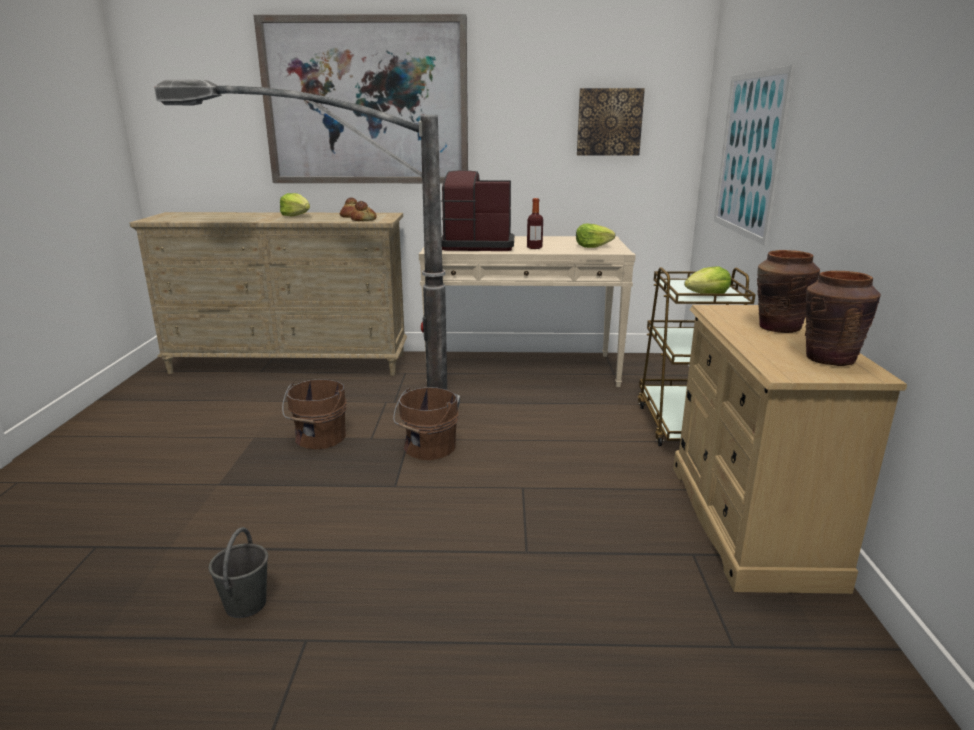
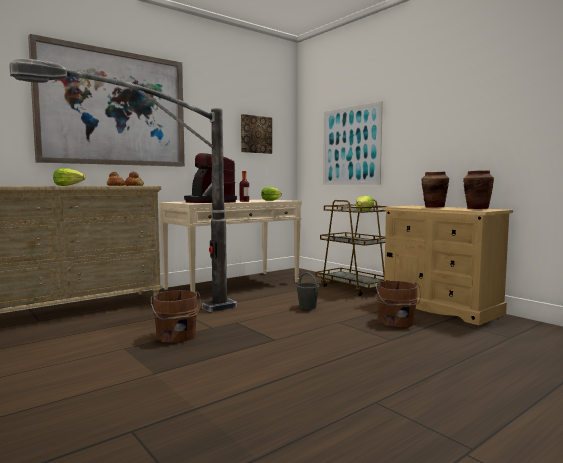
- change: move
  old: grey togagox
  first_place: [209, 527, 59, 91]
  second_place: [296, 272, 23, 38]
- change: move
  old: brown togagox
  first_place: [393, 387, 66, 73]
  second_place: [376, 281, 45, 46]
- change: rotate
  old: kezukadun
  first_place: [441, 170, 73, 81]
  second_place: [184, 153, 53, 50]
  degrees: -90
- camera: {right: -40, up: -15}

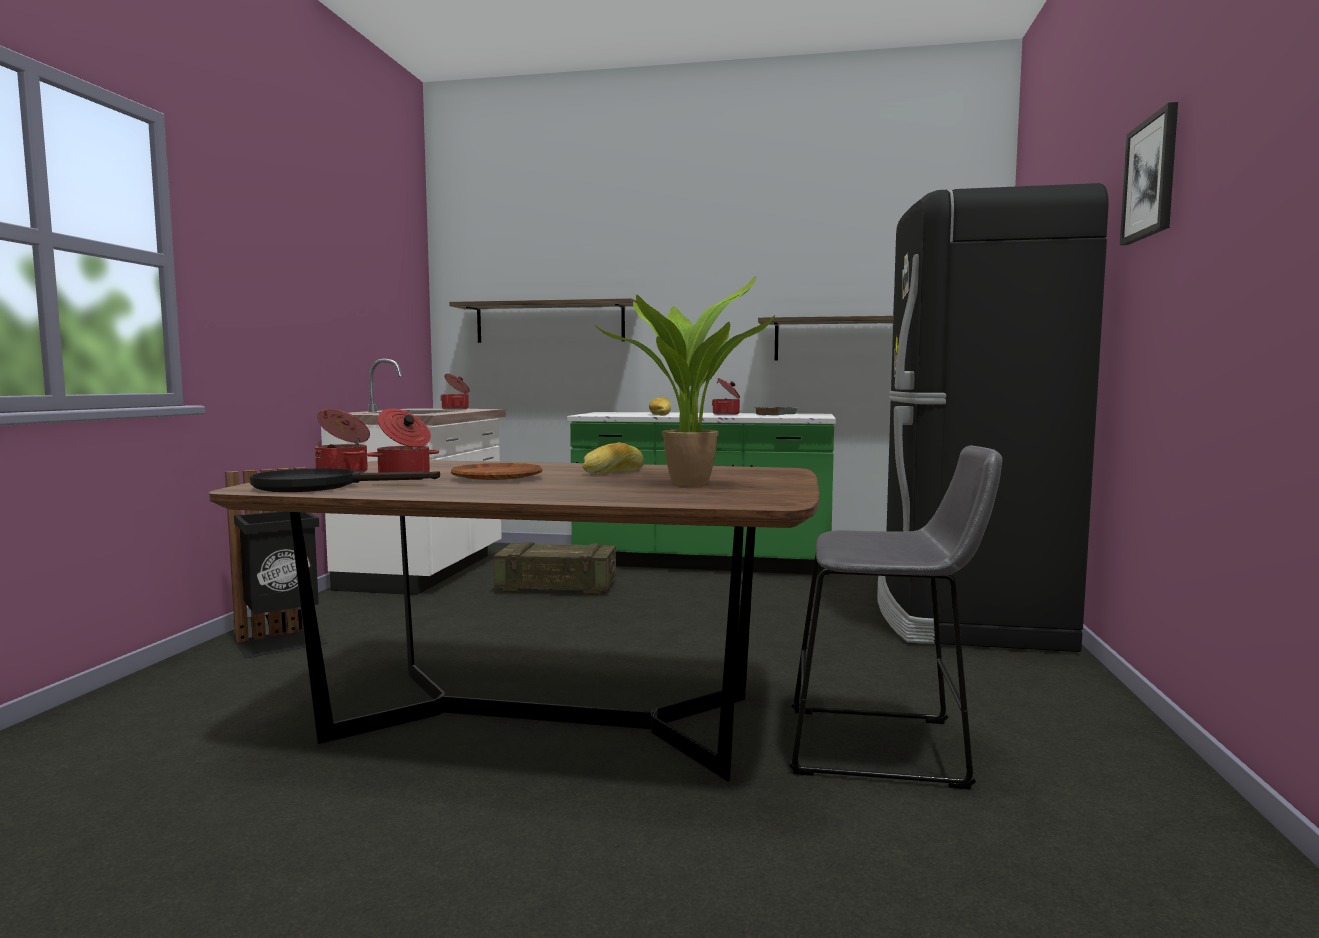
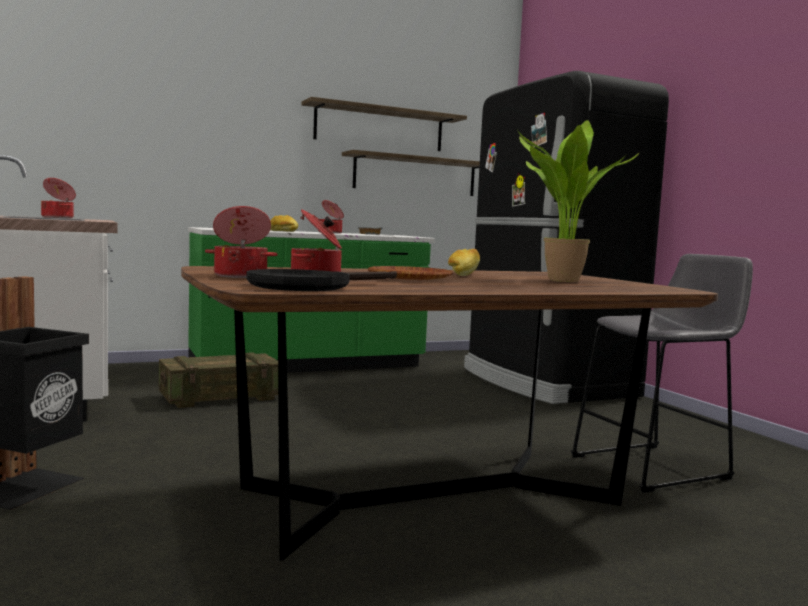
- change: delete
  old: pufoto
  first_place: [1120, 102, 58, 143]
- change: move
  old: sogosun
  first_place: [449, 298, 188, 45]
  second_place: [301, 97, 166, 54]
- camera: {right: -35, up: 0}

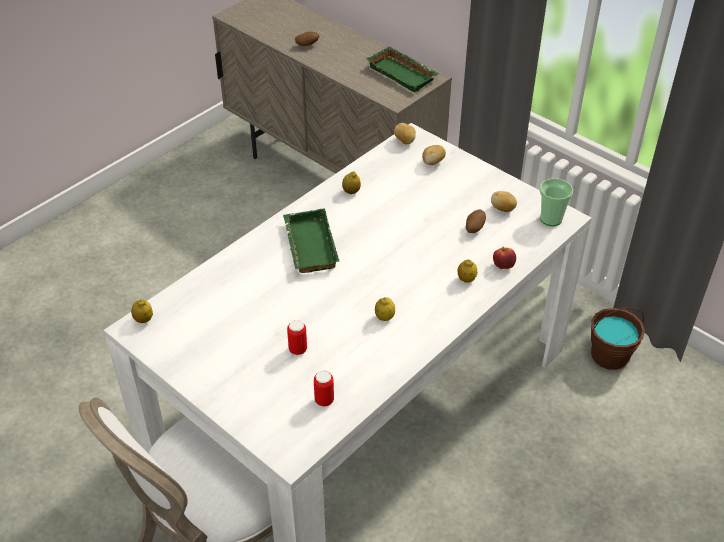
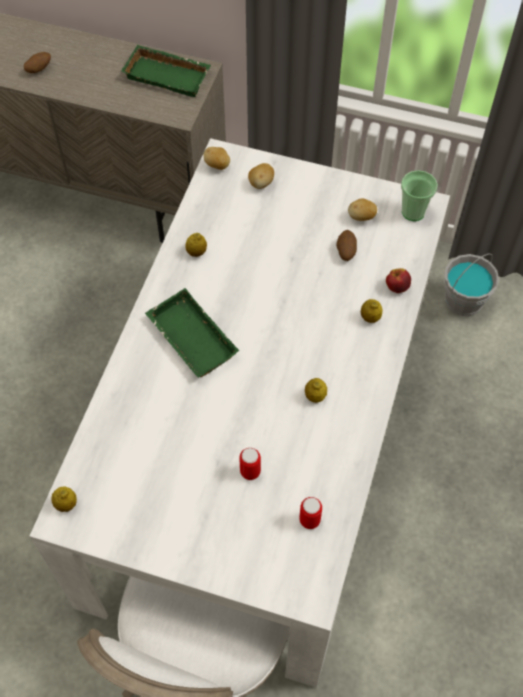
- change: recolor
  old: brown togagox
  new: grey togagox
  first_place: [591, 308, 54, 62]
  second_place: [444, 253, 55, 63]
- camera: {right: -25, up: 15}

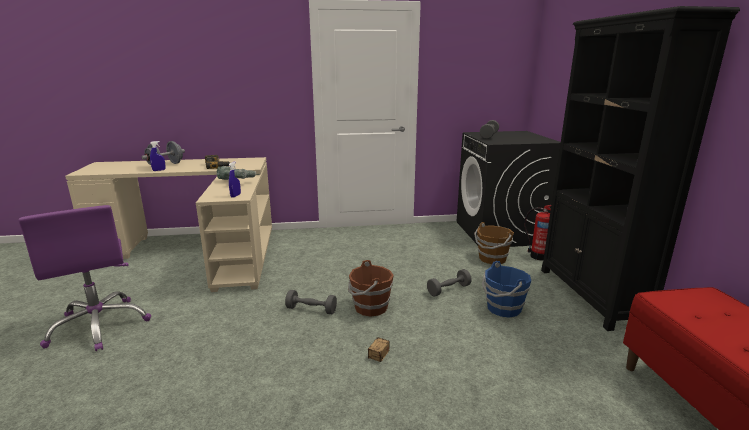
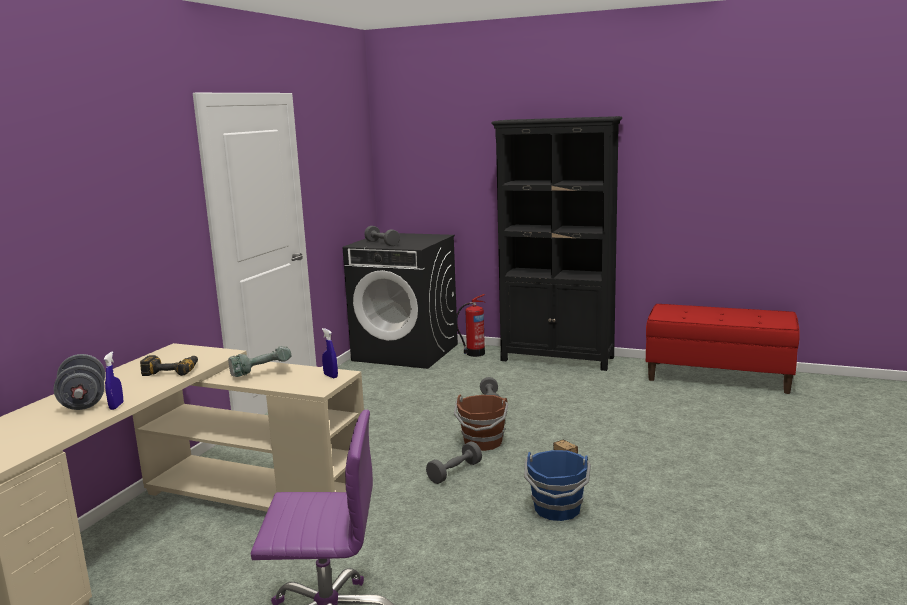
- change: delete
  old: brown togagox
  first_place: [474, 222, 40, 42]
- change: move
  old: blue togagox
  first_place: [482, 261, 49, 57]
  second_place: [524, 450, 67, 71]
- camera: {right: -60, up: -5}

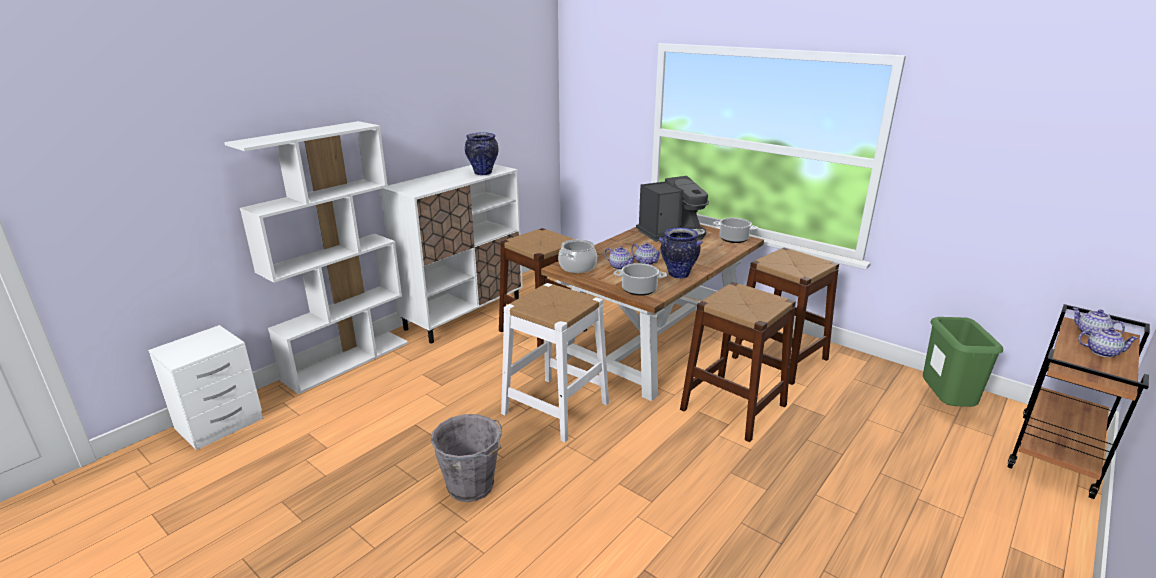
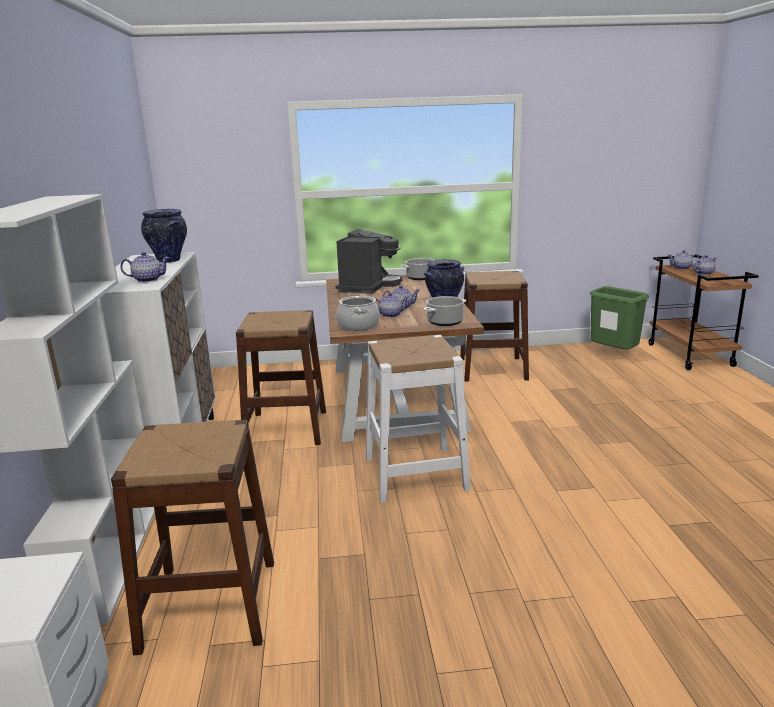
- change: delete
  old: grey togagox
  first_place: [431, 414, 71, 88]
- change: insert
  new: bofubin
  second_place: [120, 252, 49, 30]
- change: move
  old: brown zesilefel
  first_place: [680, 282, 116, 160]
  second_place: [111, 420, 163, 235]
- camera: {right: -45, up: -5}

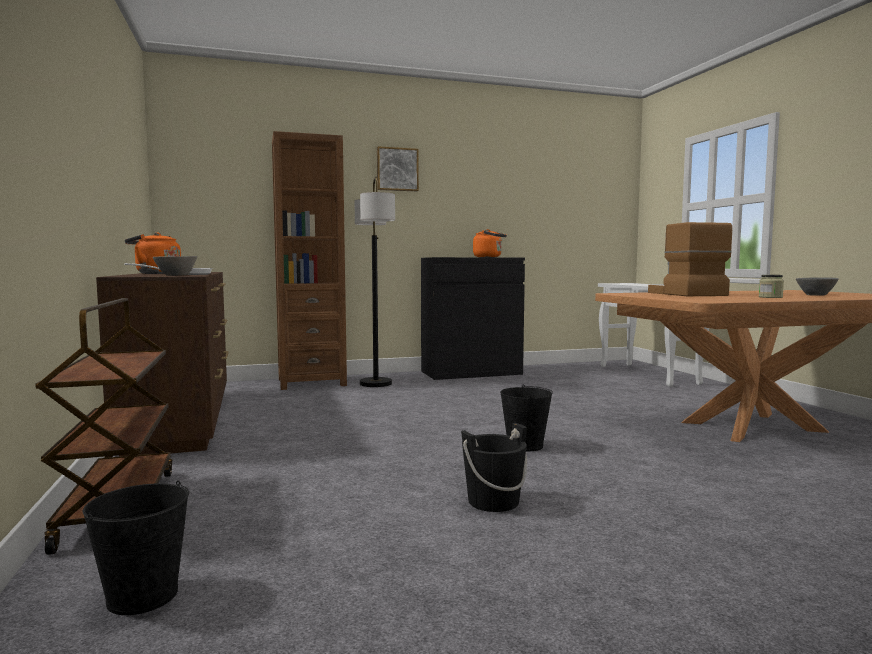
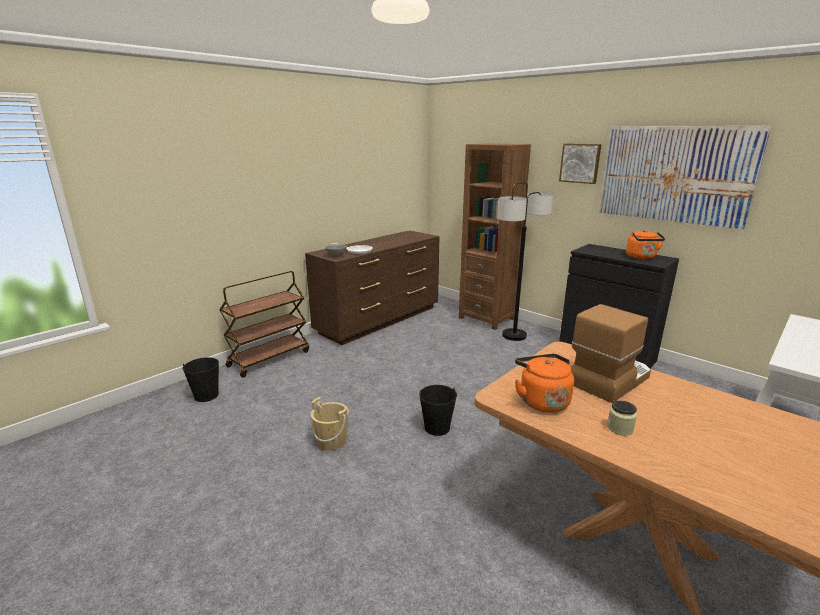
- change: delete
  old: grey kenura
  first_place: [796, 277, 43, 19]
- change: insert
  new: pufoto
  second_place: [599, 126, 173, 104]
- change: move
  old: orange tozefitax
  first_place: [125, 233, 56, 41]
  second_place: [515, 354, 59, 59]
- change: recolor
  old: black togagox
  new: beige togagox
  first_place: [461, 423, 66, 89]
  second_place: [311, 397, 38, 54]
- camera: {right: 60, up: 15}

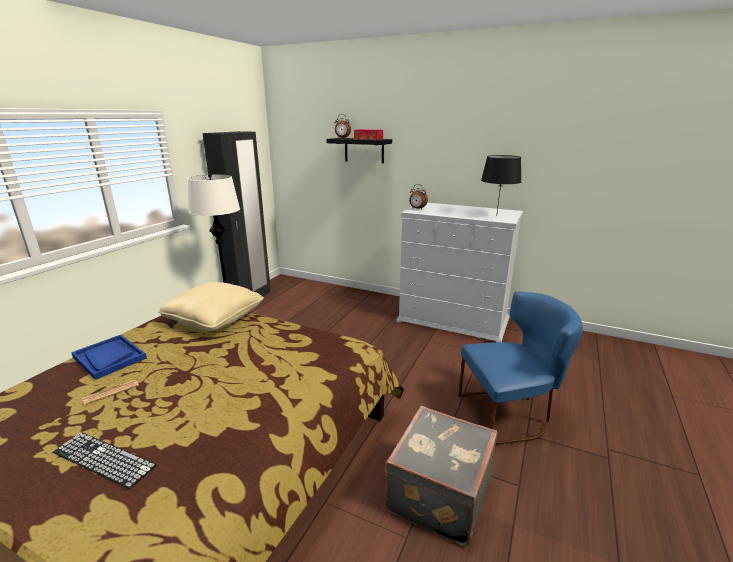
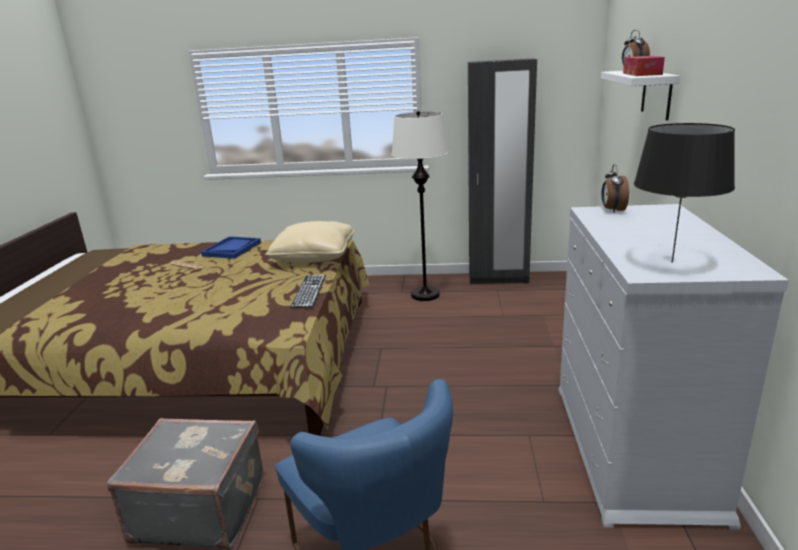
- change: move
  old: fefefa
  first_place: [53, 432, 104, 57]
  second_place: [291, 275, 35, 33]
- change: recolor
  old: black sogosun
  new: white sogosun
  first_place: [326, 138, 66, 25]
  second_place: [601, 71, 79, 49]
- camera: {right: 70, up: 0}

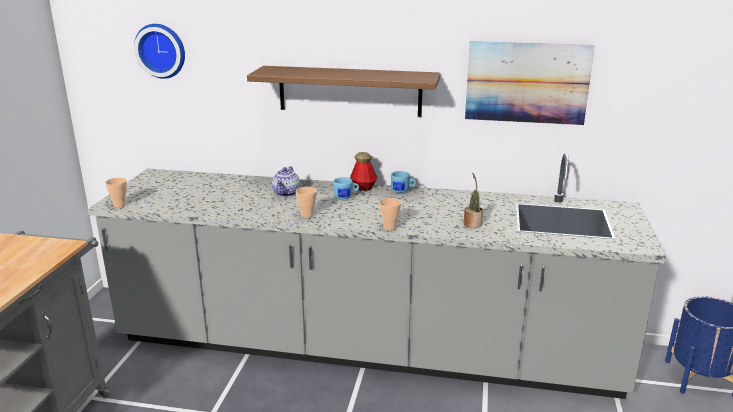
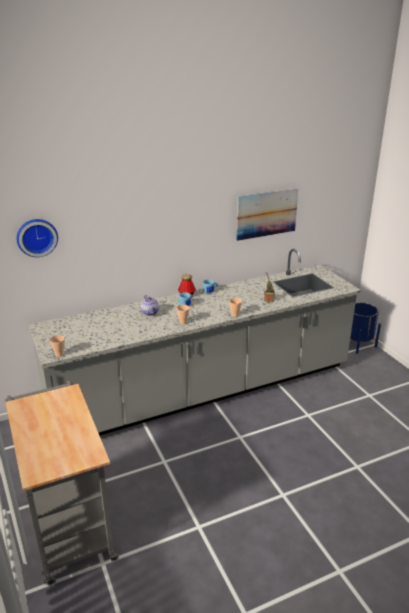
- change: delete
  old: sogosun
  first_place: [247, 66, 193, 51]
- camera: {right: -35, up: 5}

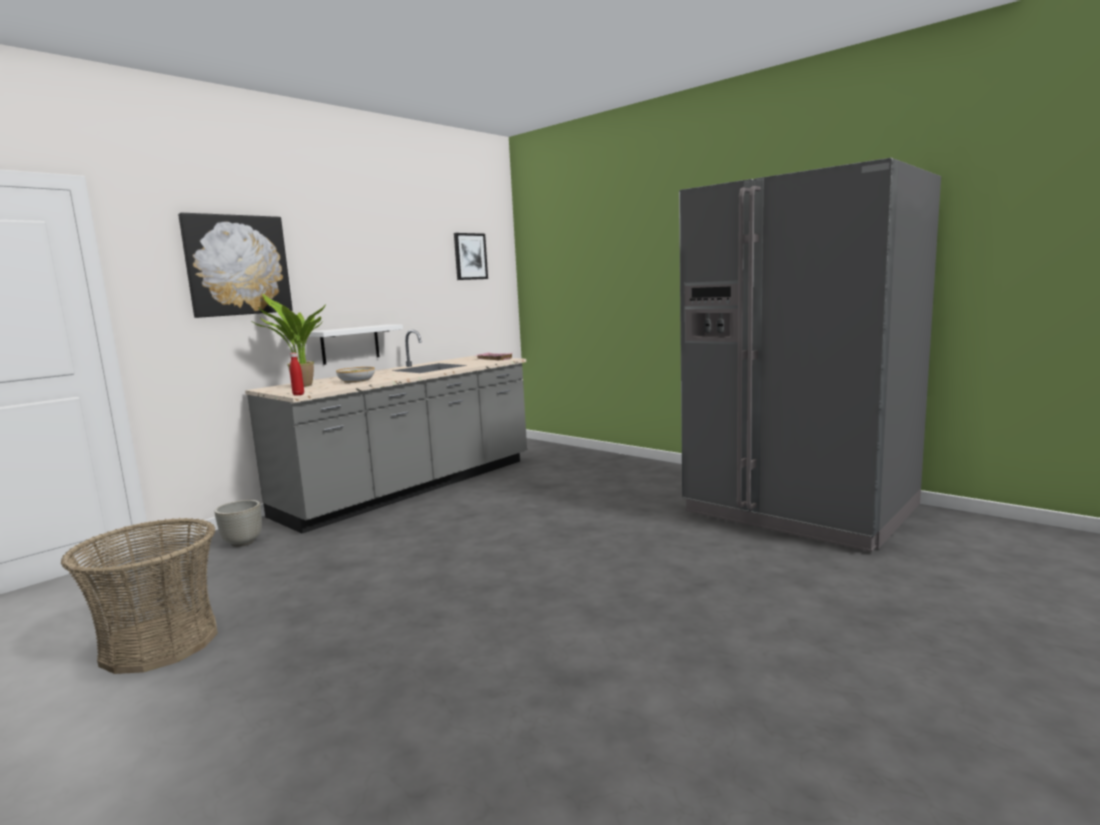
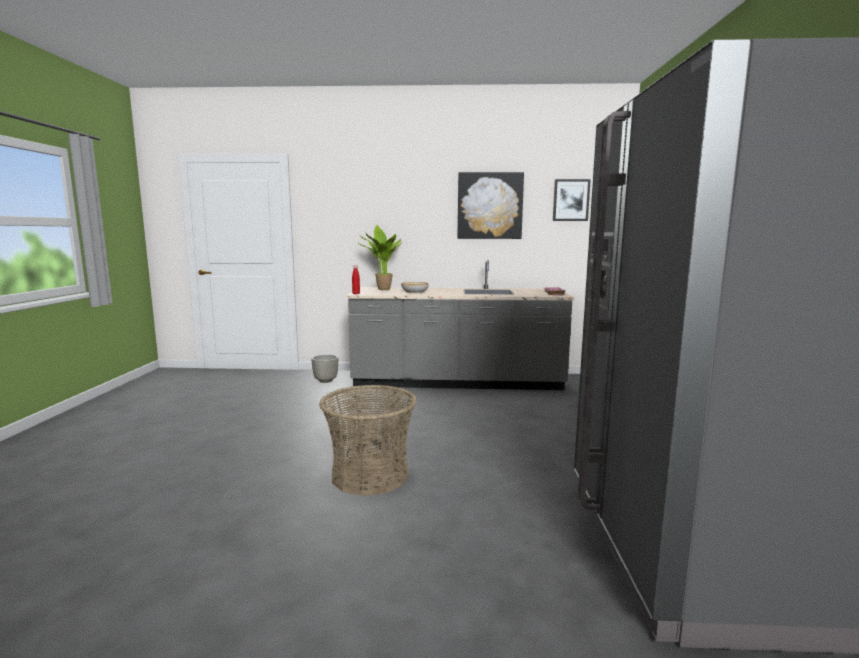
- change: delete
  old: white sogosun
  first_place: [308, 325, 95, 40]
- change: move
  old: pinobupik
  first_place: [61, 518, 157, 156]
  second_place: [319, 385, 98, 111]
- change: move
  old: pufoto
  first_place: [178, 213, 115, 105]
  second_place: [457, 172, 67, 67]
- camera: {right: 50, up: 0}

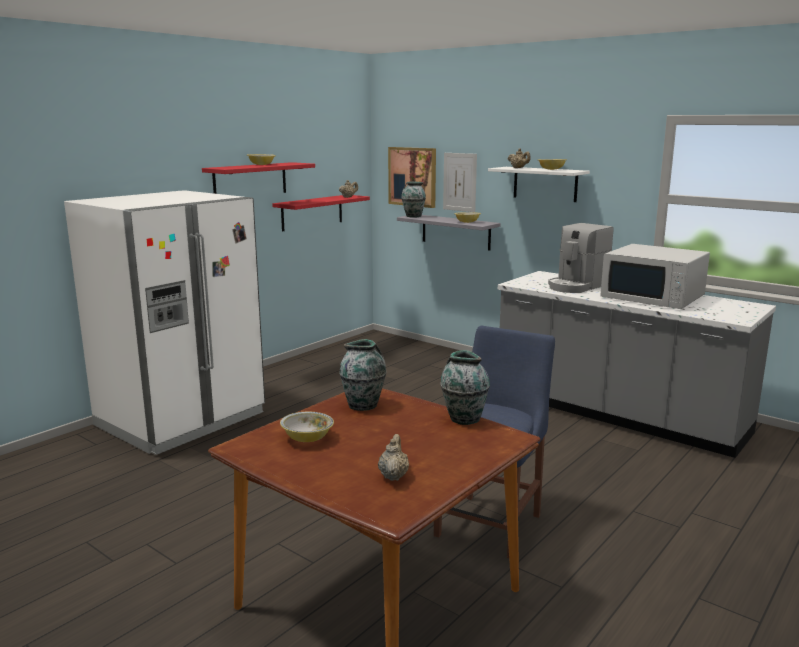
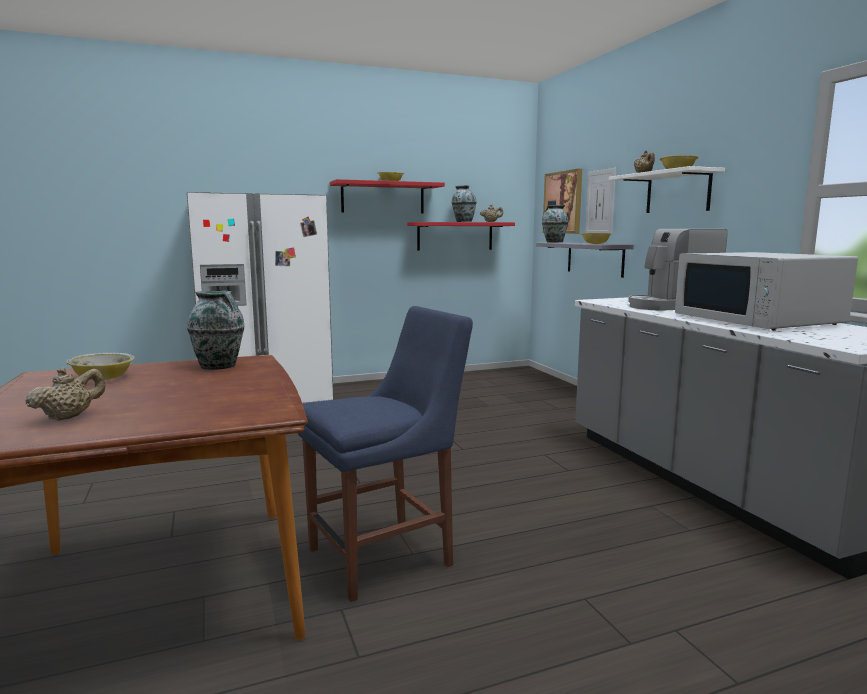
- change: move
  old: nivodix
  first_place: [440, 350, 50, 75]
  second_place: [452, 185, 25, 37]
- camera: {right: 30, up: -5}

